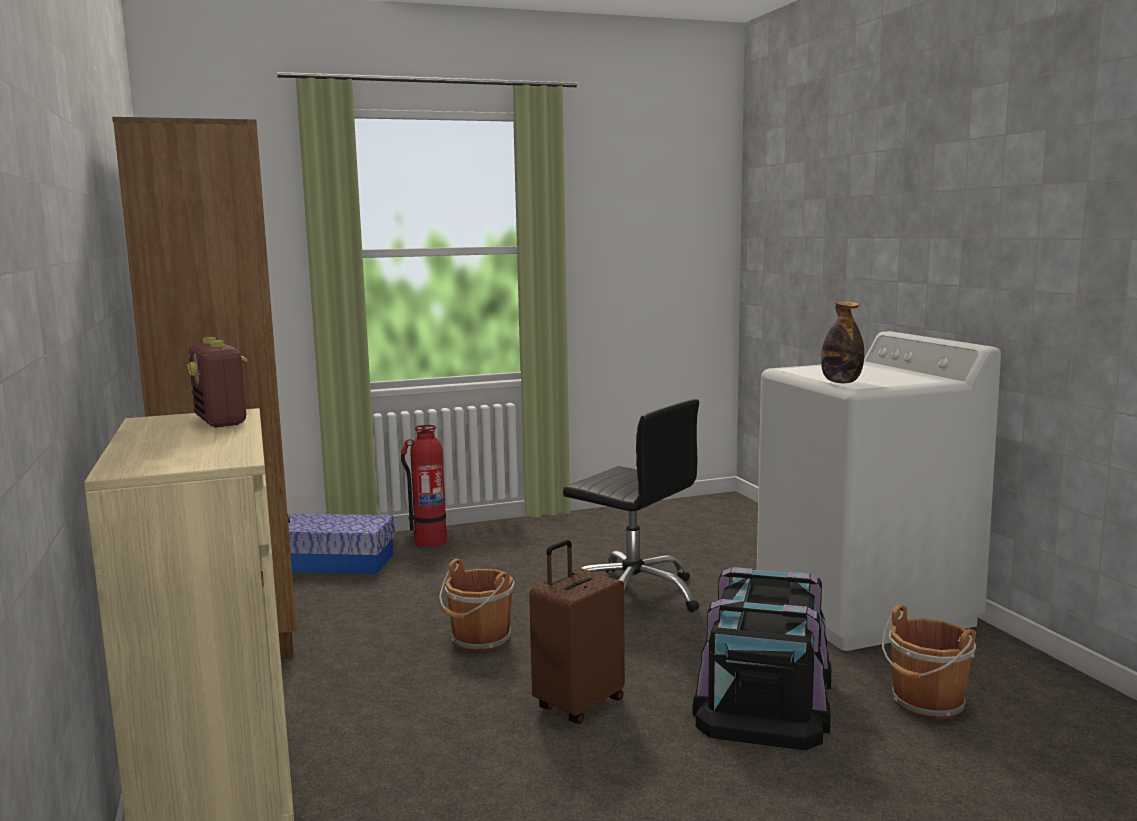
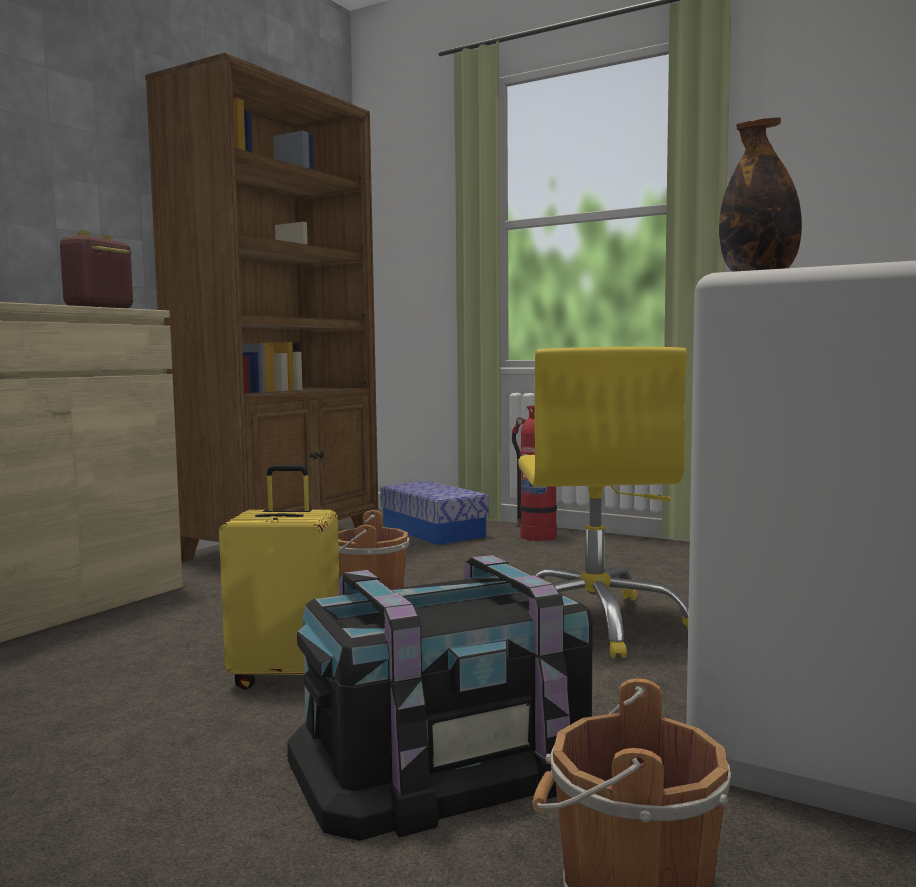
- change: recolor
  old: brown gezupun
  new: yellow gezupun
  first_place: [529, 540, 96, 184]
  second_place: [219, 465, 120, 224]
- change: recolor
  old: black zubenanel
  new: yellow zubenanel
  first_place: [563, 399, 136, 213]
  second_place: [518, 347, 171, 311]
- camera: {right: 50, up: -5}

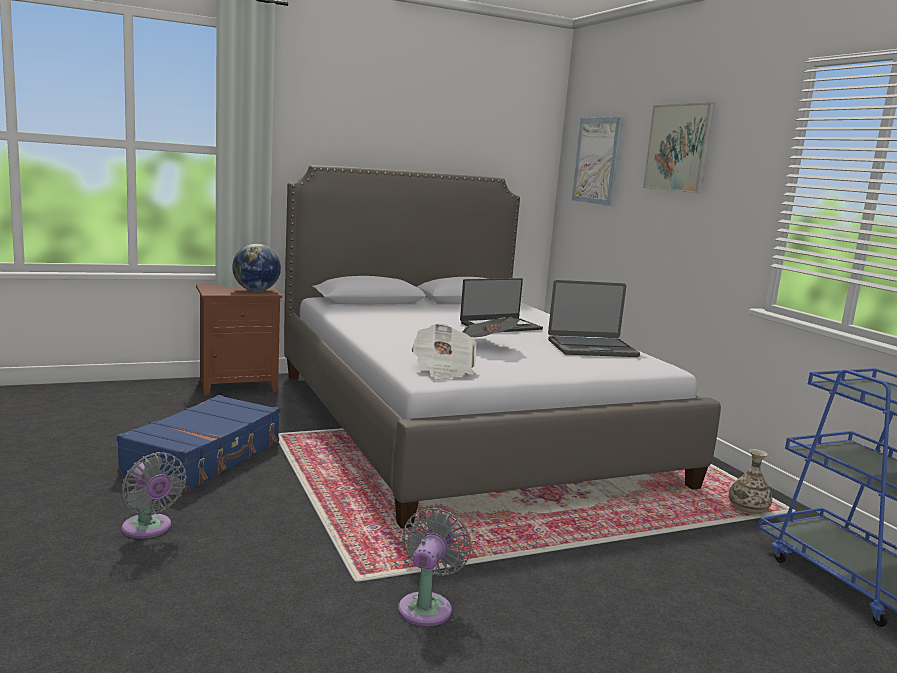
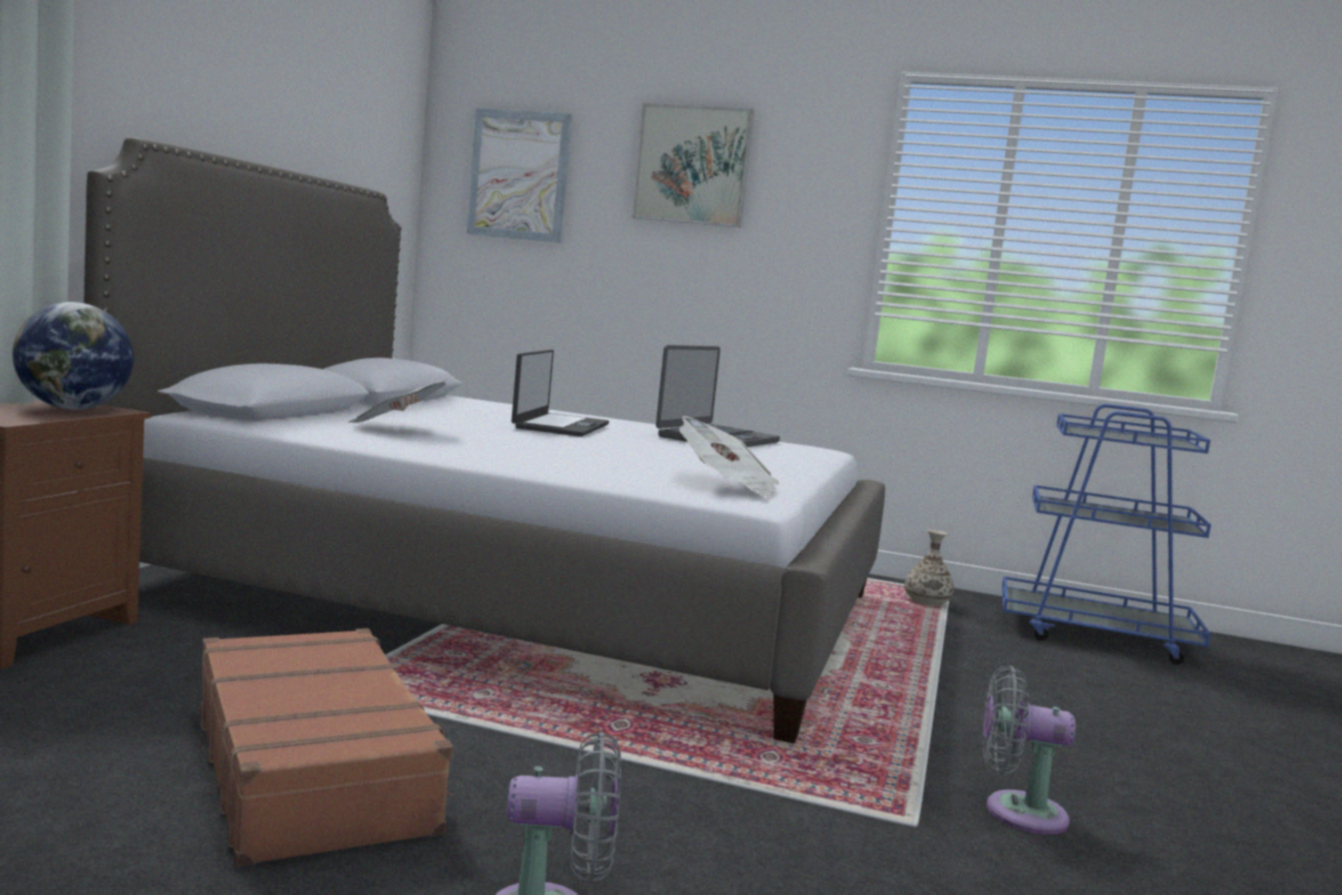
- change: move
  old: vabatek
  first_place: [462, 317, 58, 20]
  second_place: [349, 380, 97, 43]
- change: recolor
  old: blue gezupun
  new: brown gezupun
  first_place: [117, 395, 163, 97]
  second_place: [200, 628, 253, 239]
- change: rotate
  old: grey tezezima
  first_place: [398, 507, 74, 119]
  second_place: [982, 666, 94, 169]
  degrees: -45
- camera: {right: -50, up: -5}

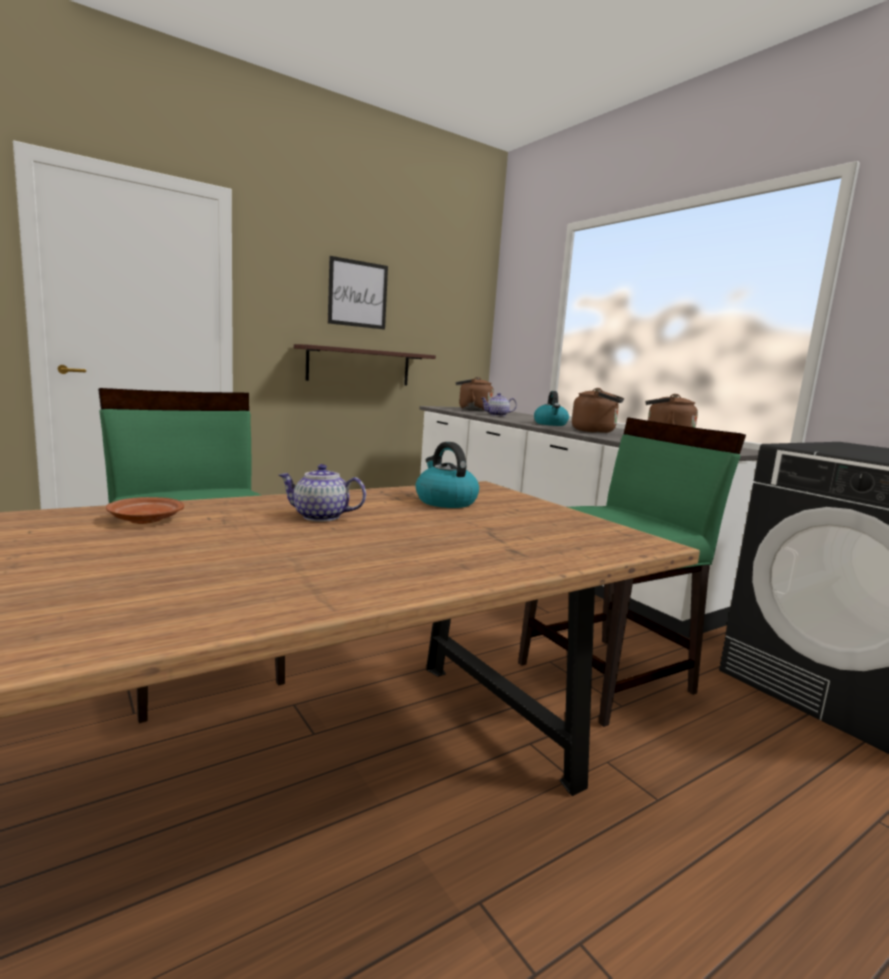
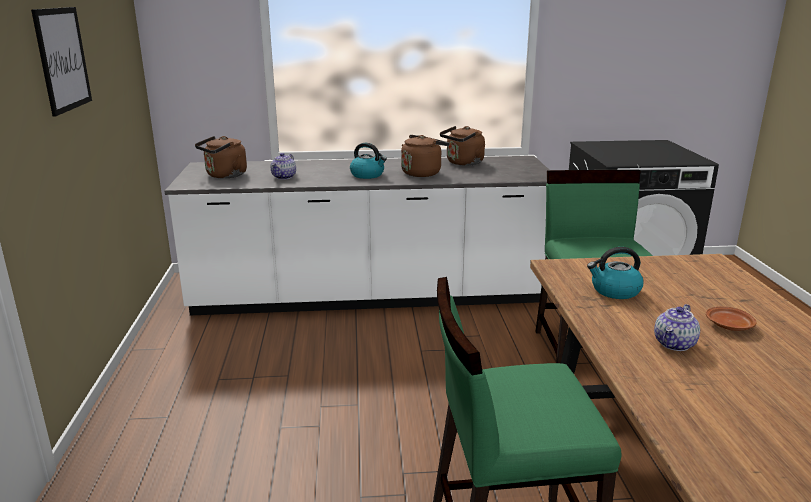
- change: delete
  old: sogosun
  first_place: [294, 344, 142, 41]
- change: move
  old: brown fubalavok
  first_place: [106, 497, 78, 27]
  second_place: [706, 307, 51, 24]
- camera: {right: -60, up: 10}

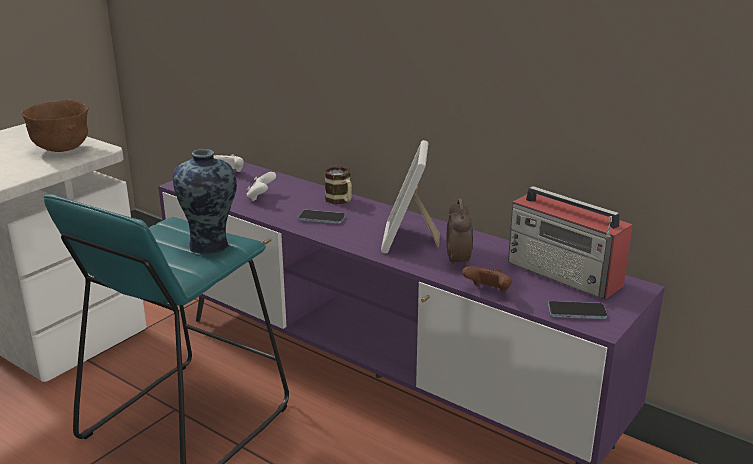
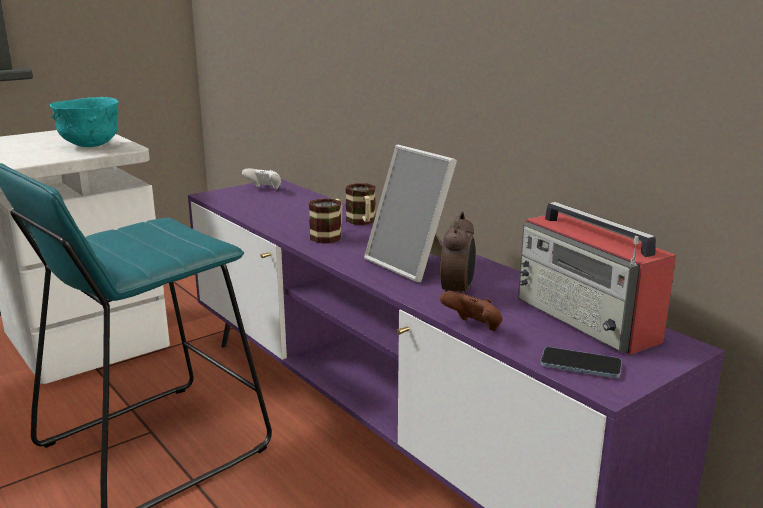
- change: delete
  old: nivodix
  first_place: [173, 149, 64, 106]
- change: delete
  old: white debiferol
  first_place: [247, 172, 29, 29]
- change: replace
  old: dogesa
  new: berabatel
  first_place: [298, 210, 48, 14]
  second_place: [308, 198, 34, 46]
- change: recolor
  old: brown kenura
  new: turquoise kenura
  first_place: [21, 100, 68, 52]
  second_place: [50, 97, 69, 50]
- change: rotate
  old: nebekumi
  first_place: [381, 140, 59, 114]
  second_place: [364, 145, 93, 138]
  degrees: -60
- camera: {right: 15, up: -5}

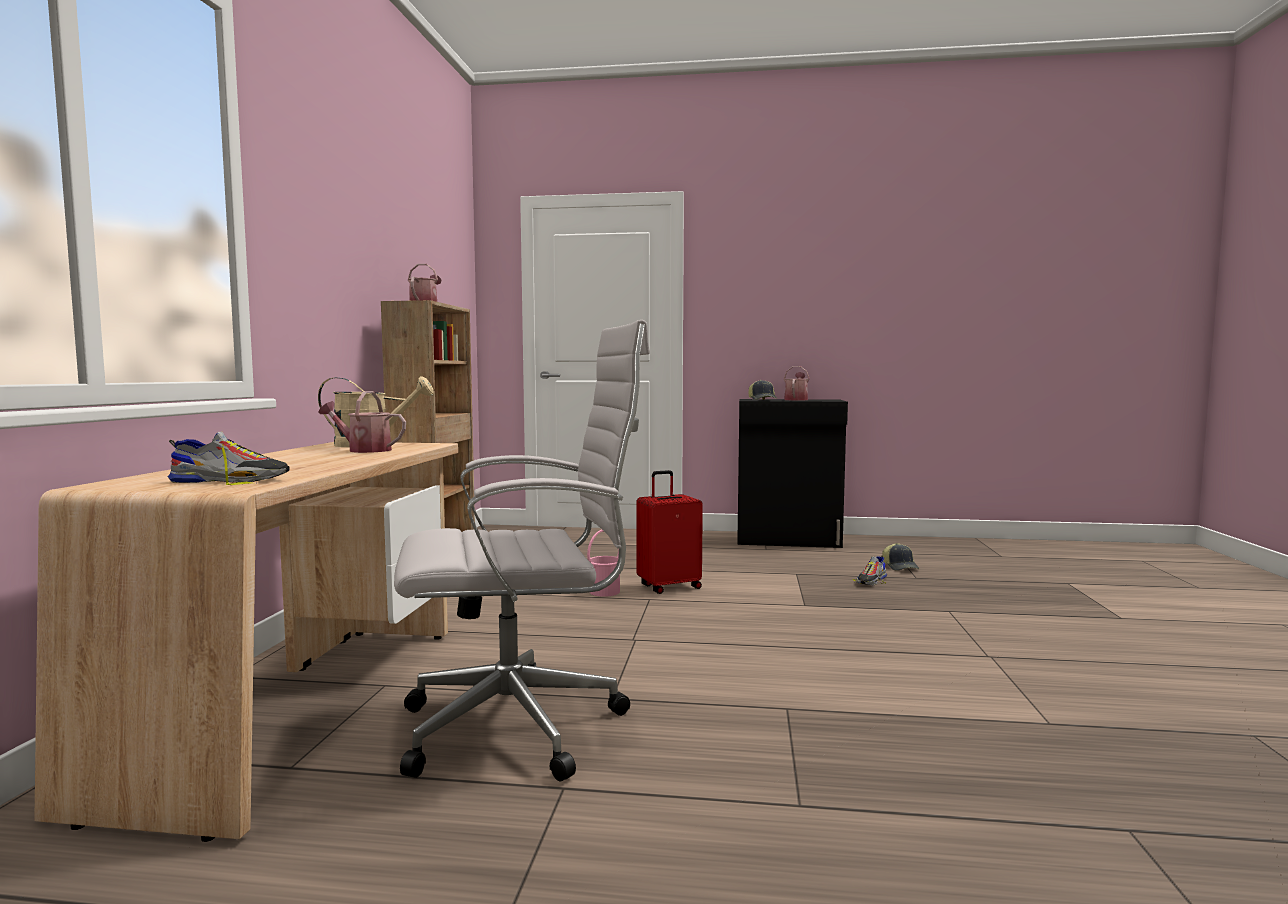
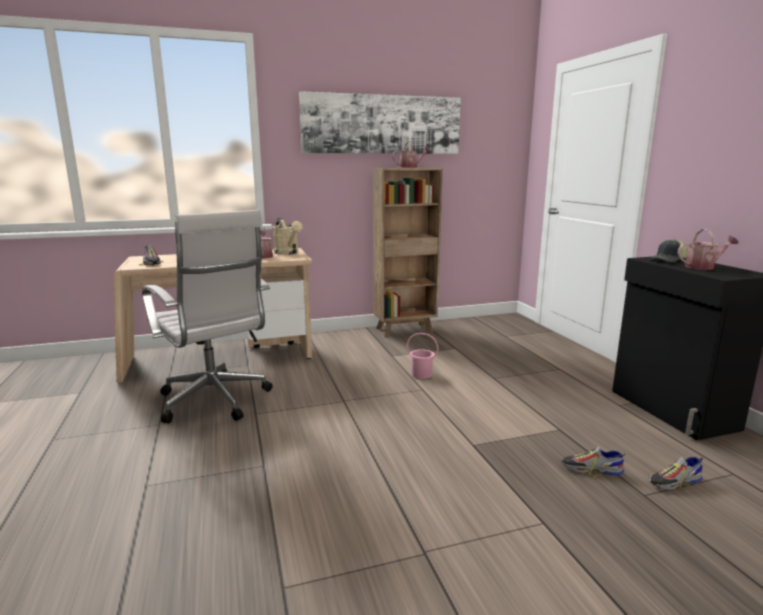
- change: delete
  old: red gezupun
  first_place: [636, 470, 67, 124]
- change: insert
  new: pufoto
  second_place: [299, 91, 162, 63]
- change: replace
  old: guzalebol
  new: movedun
  first_place: [882, 543, 37, 28]
  second_place: [650, 457, 53, 34]
- camera: {right: 65, up: 10}

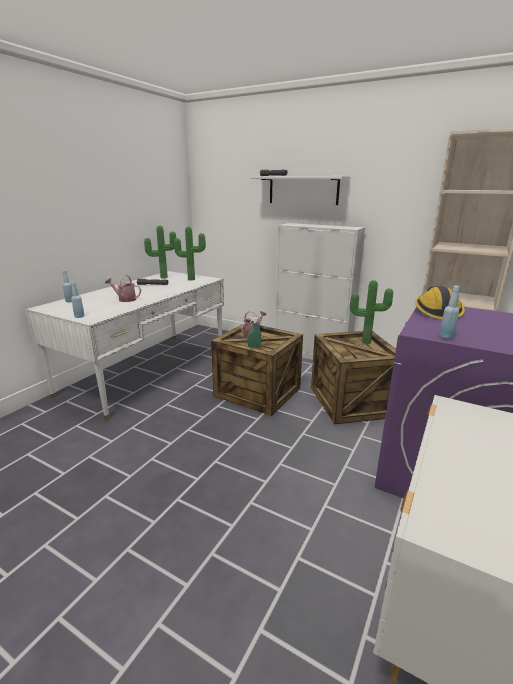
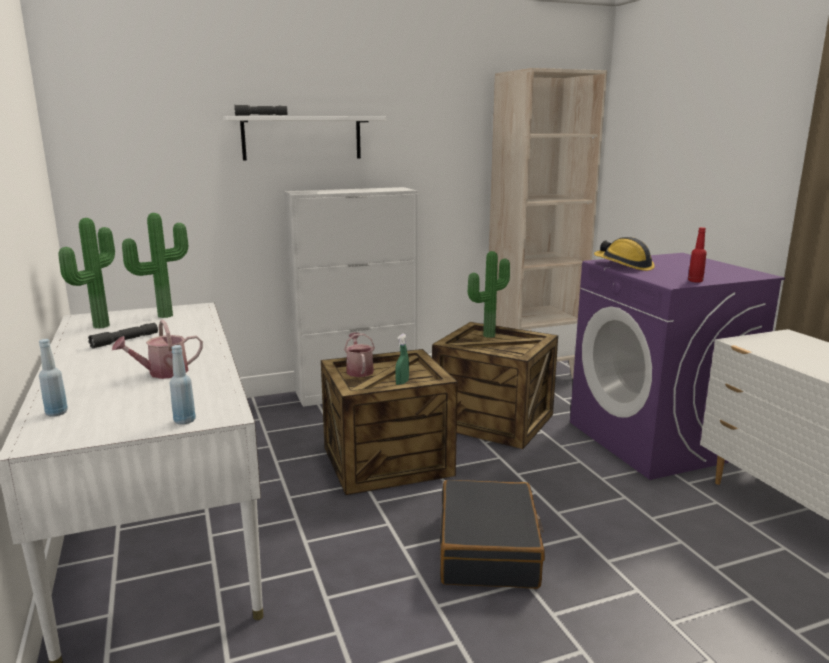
- change: insert
  new: black gezupun
  second_place: [440, 480, 105, 109]
- change: recolor
  old: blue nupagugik
  new: red nupagugik
  first_place: [439, 286, 21, 53]
  second_place: [688, 227, 19, 56]
- camera: {right: -50, up: -5}

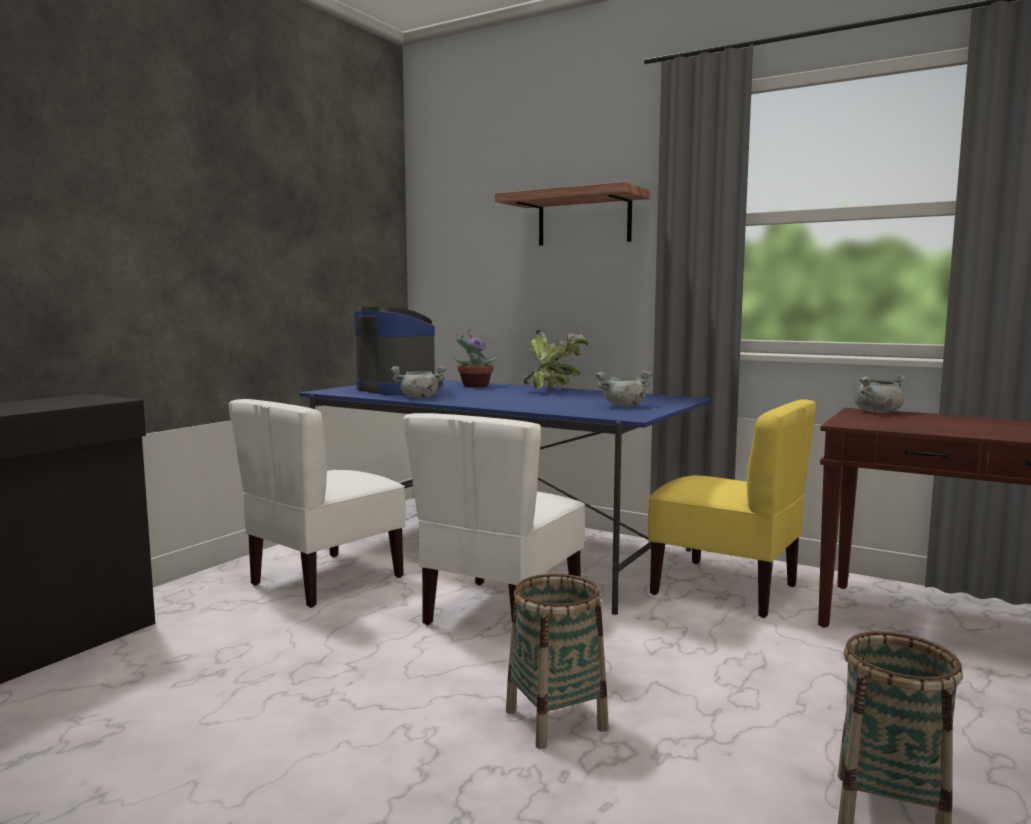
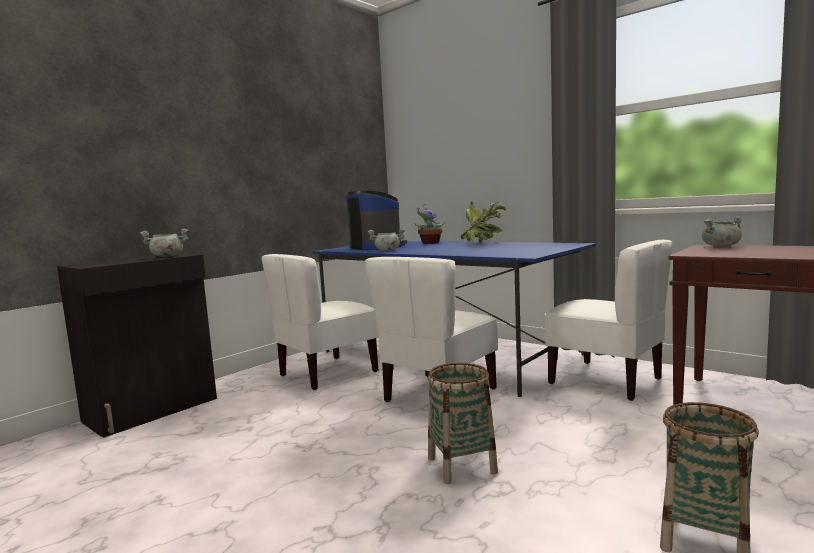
- change: delete
  old: sogosun
  first_place: [495, 182, 155, 64]
- change: move
  old: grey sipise
  first_place: [595, 370, 57, 37]
  second_place: [140, 228, 49, 29]
- change: recolor
  old: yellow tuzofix
  new: white tuzofix
  first_place: [648, 399, 169, 219]
  second_place: [544, 240, 129, 161]
- camera: {right: 10, up: 0}

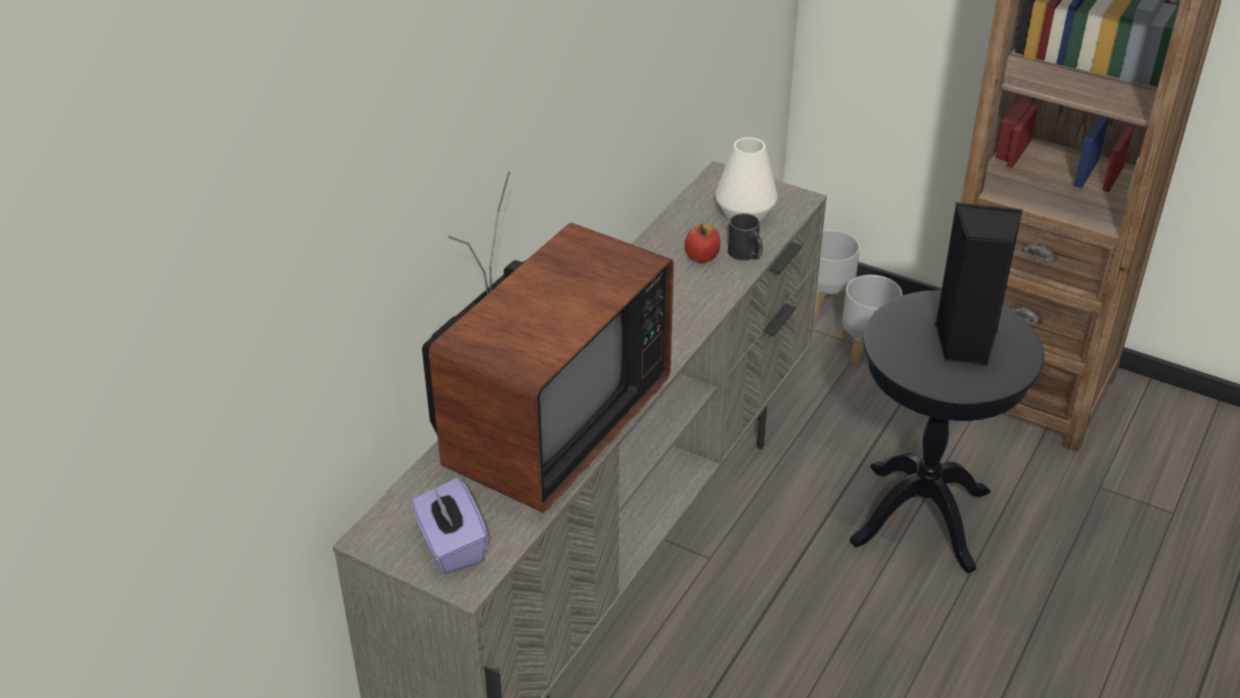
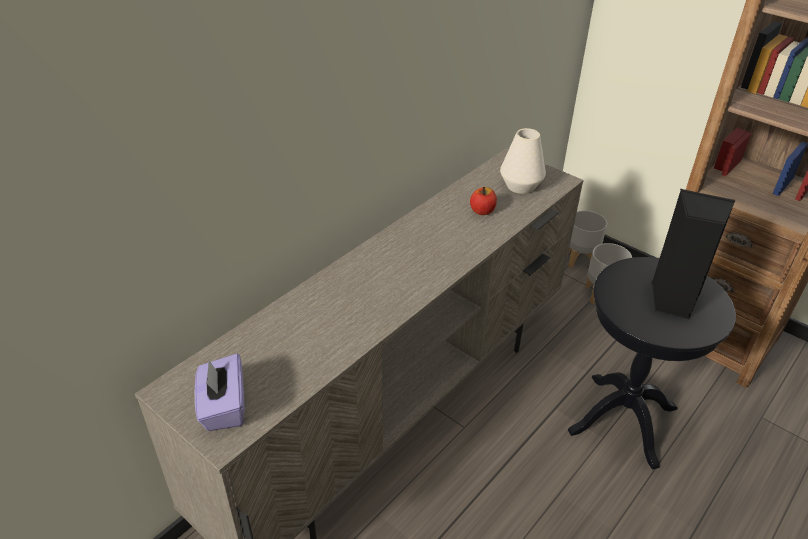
- change: delete
  old: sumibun
  first_place: [422, 172, 252, 340]
- change: delete
  old: black berabatel
  first_place: [728, 213, 35, 47]
- camera: {right: 10, up: 0}

